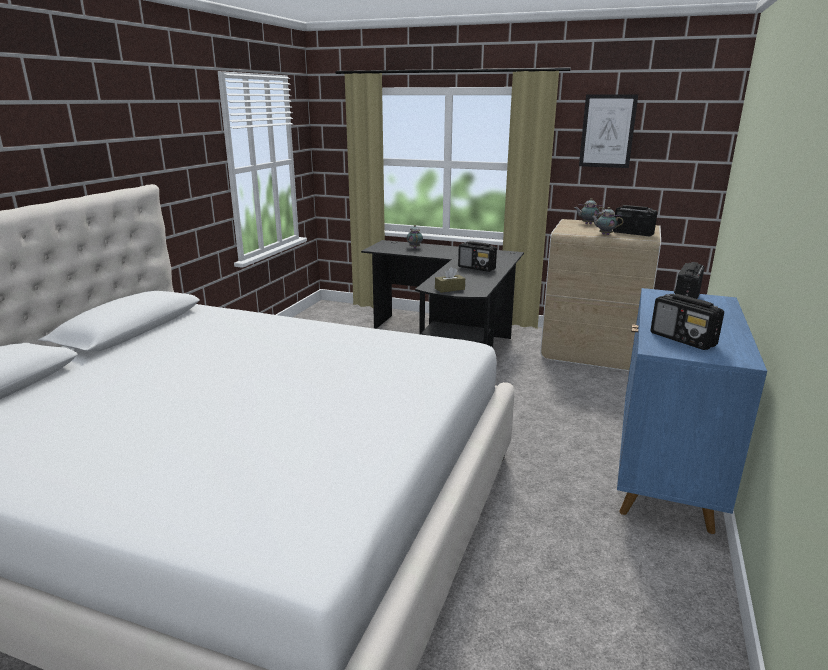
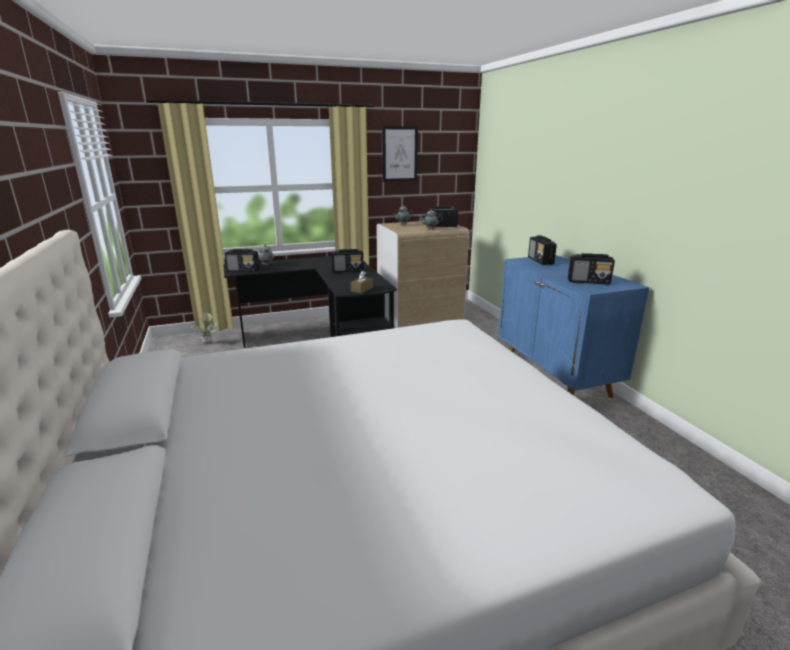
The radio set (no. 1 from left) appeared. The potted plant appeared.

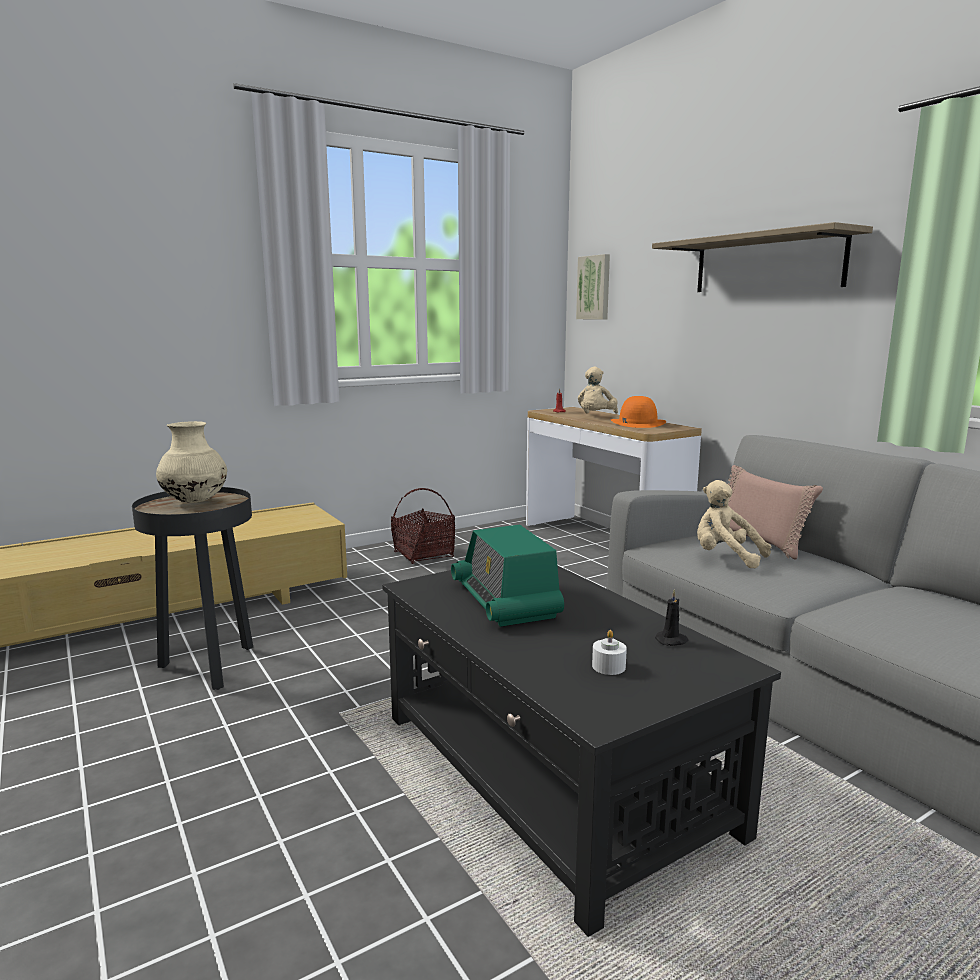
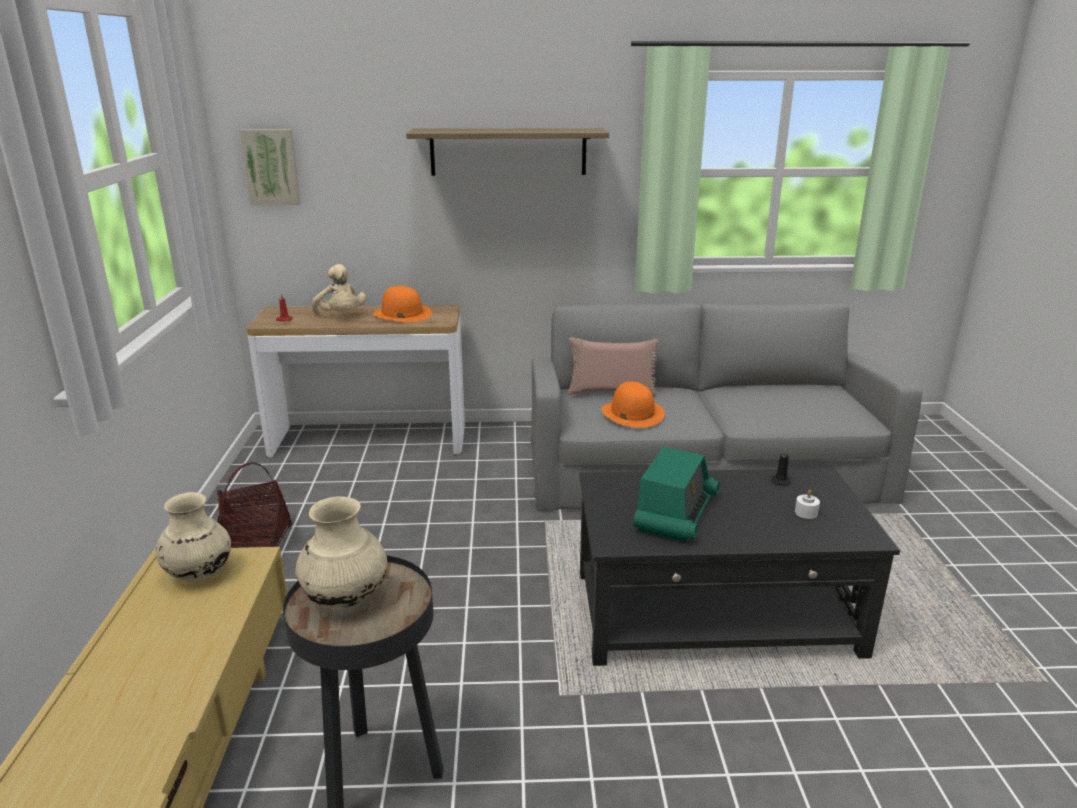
The beige-coloured cuddly toy (no. 2 from left) was replaced by the orange-coloured clothing hat (no. 2 from left). The radio set turned 75 degrees counterclockwise. The beige-coloured flower vase (no. 1 from left) appeared.

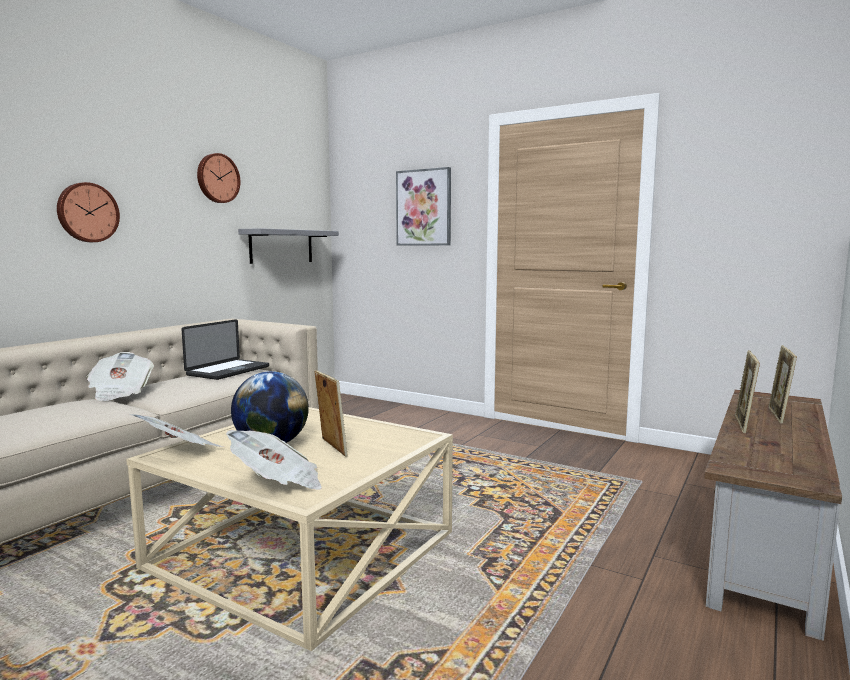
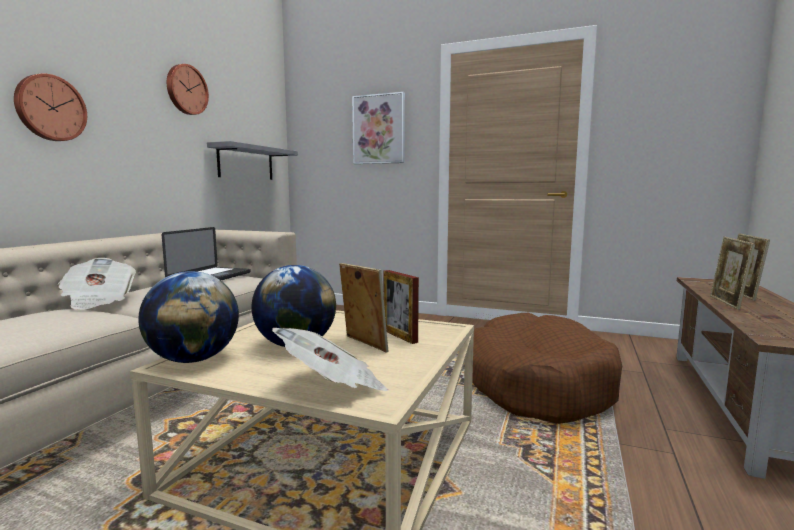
The newspaper (no. 2 from left) was replaced by the desk globe (no. 1 from left). The picture frame (no. 2 from left) appeared. The brown-coloured dog bed appeared.

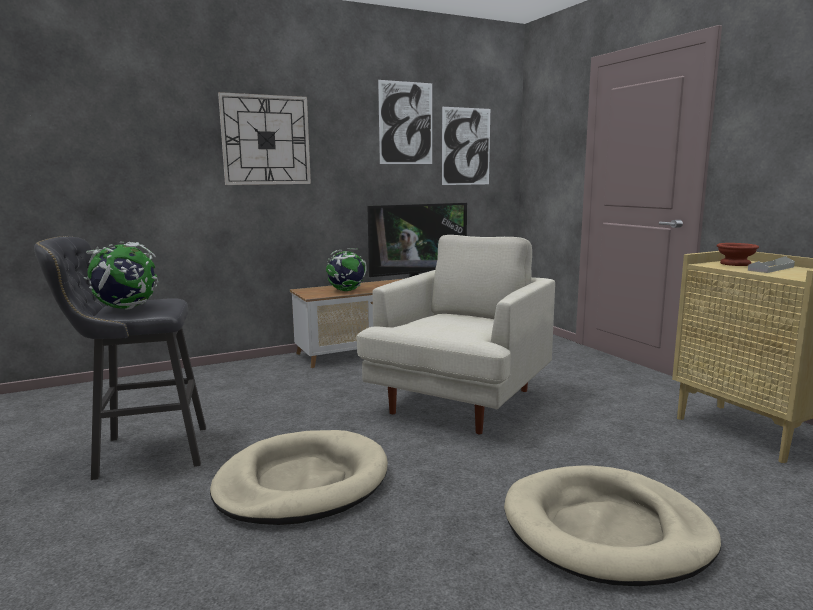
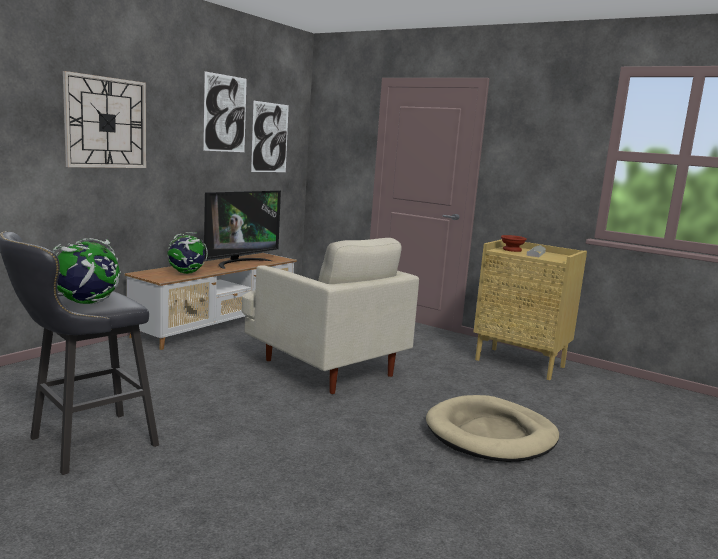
The beige-coloured lounge chair turned 135 degrees clockwise. The beige-coloured dog bed (no. 1 from left) disappeared.

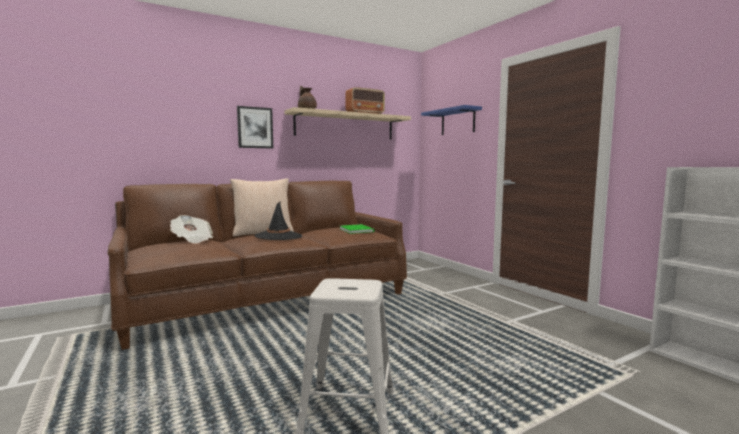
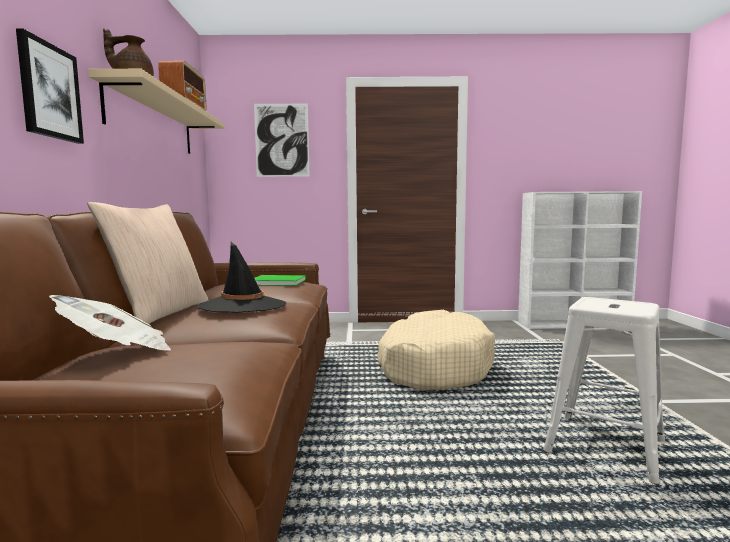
The blue-coloured shelf was replaced by the picture (no. 2 from left). The beige-coloured dog bed appeared.

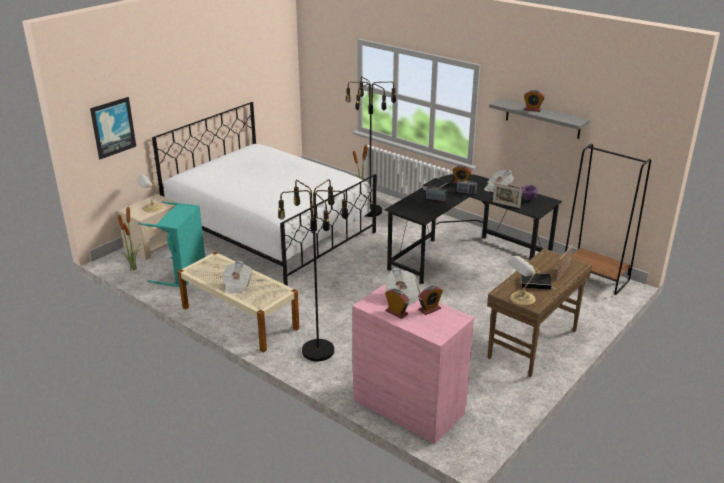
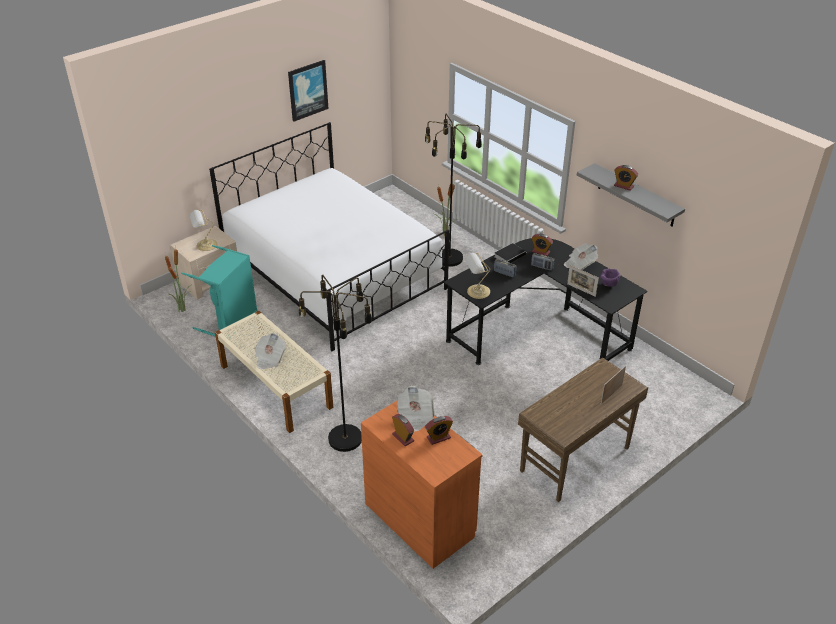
The picture moved. The clothes rack disappeared. The table lamp (no. 2 from left) moved. The bound book (no. 2 from left) disappeared. The pink chest of drawers became the orange-coloured chest of drawers.

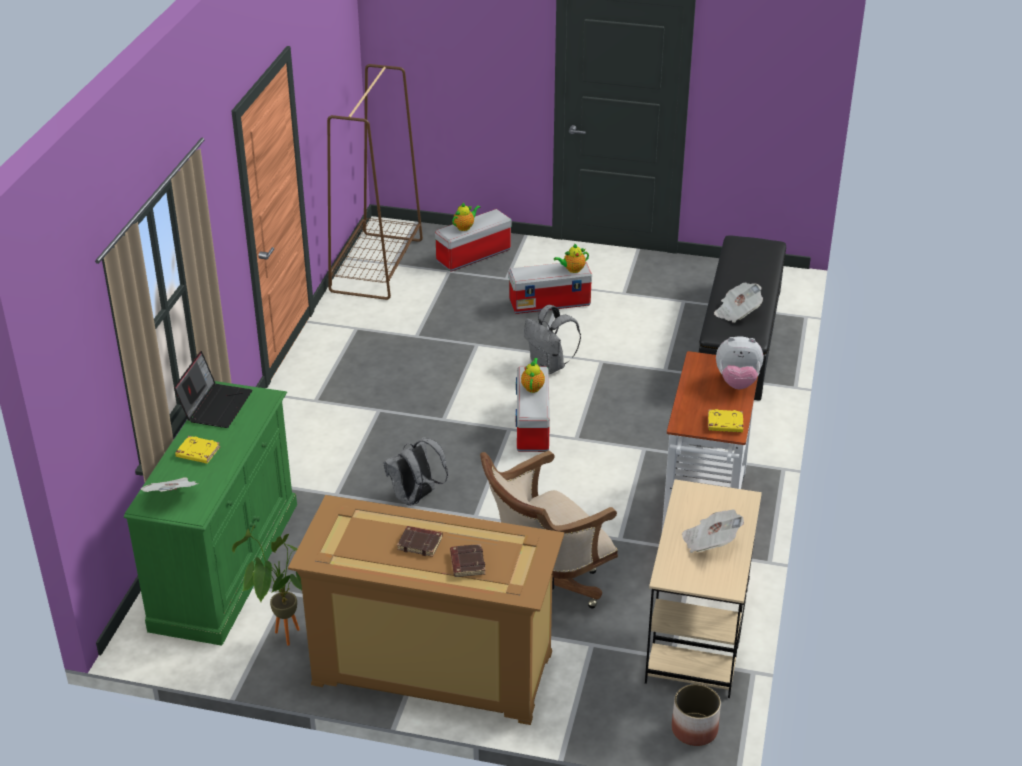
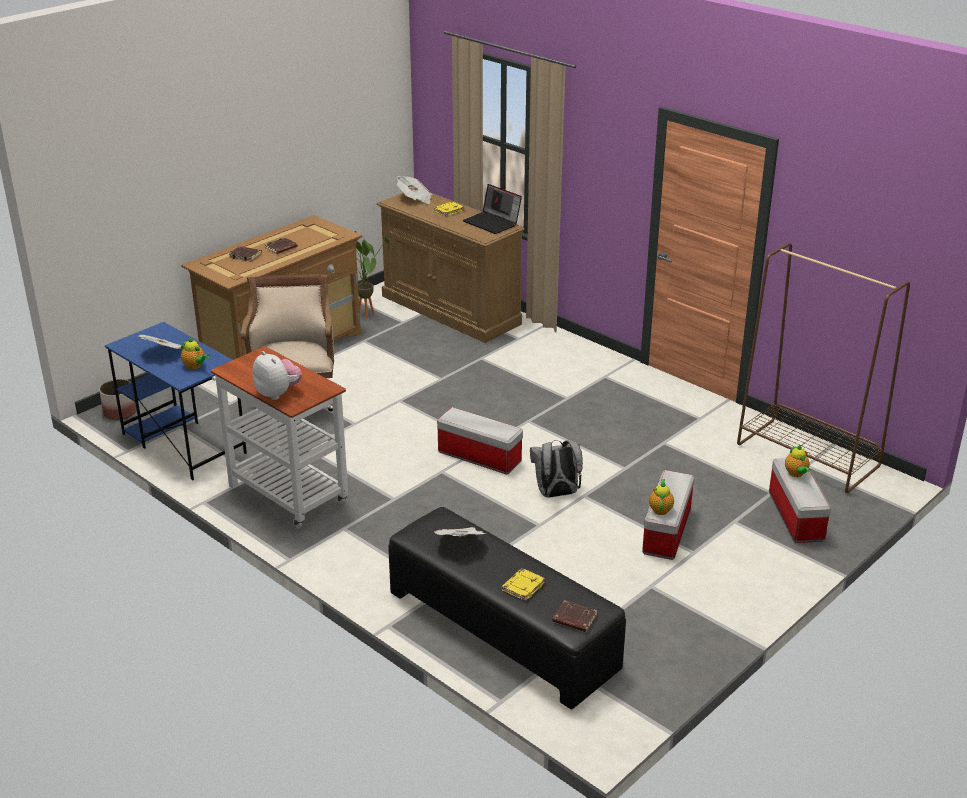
The cuddly toy turned 105 degrees clockwise. The pot for tea (no. 2 from left in the first image) moved. The greenish cabinet became the brown-coloured cabinet. The yellowish bound book (no. 2 from left) moved. The gray rucksack (no. 1 from left) disappeared. The beige-coloured desk table became the blue-coloured desk table. The brown-coloured bound book (no. 3 from left) appeared.

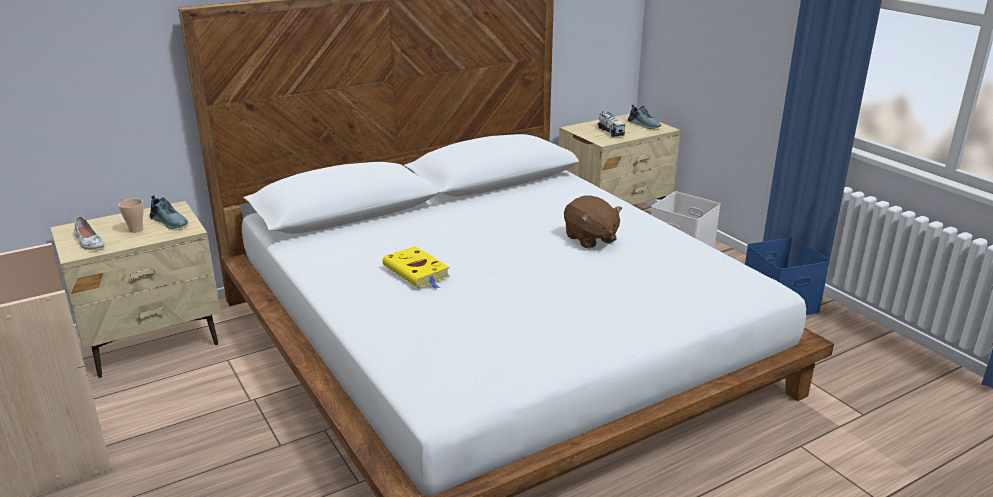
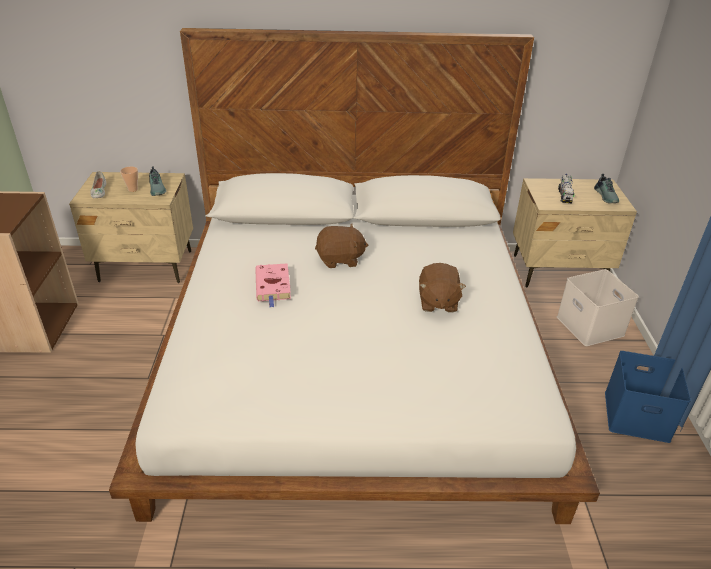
The yellowish bound book became the pink bound book. The brown-coloured cuddly toy (no. 1 from left) appeared.

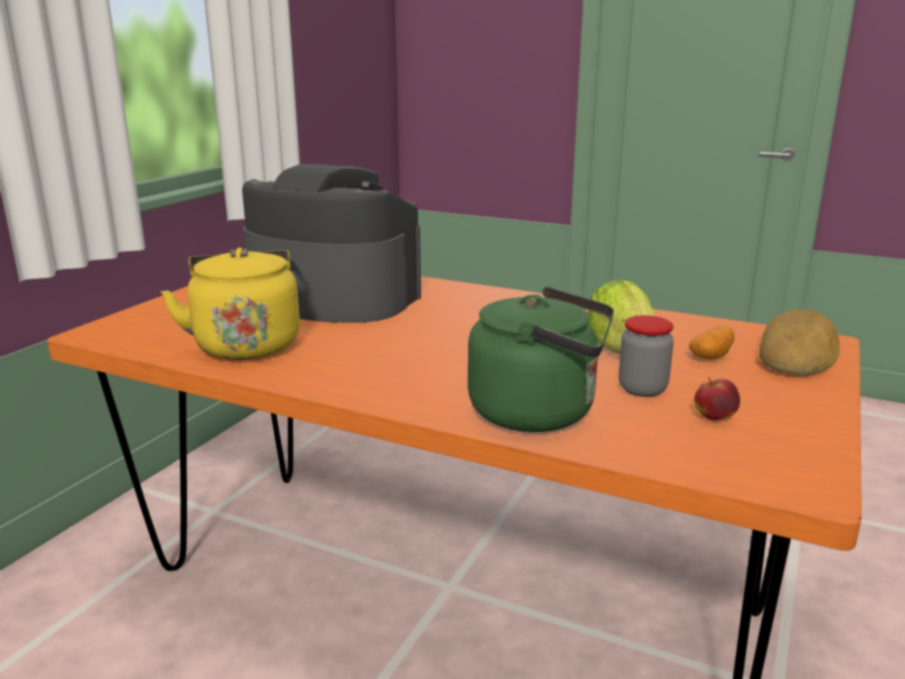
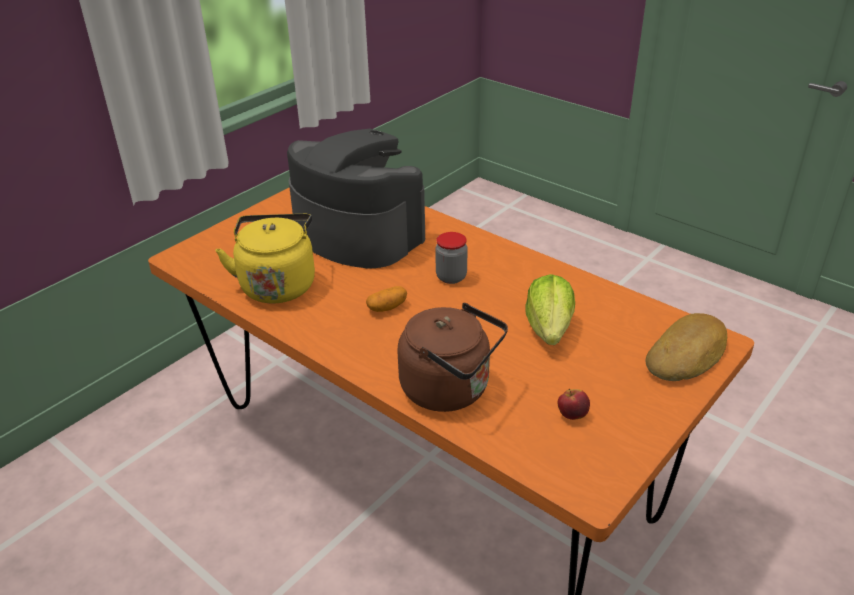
The greenish tea kettle became the brown-coloured tea kettle. The jar moved. The spud moved.

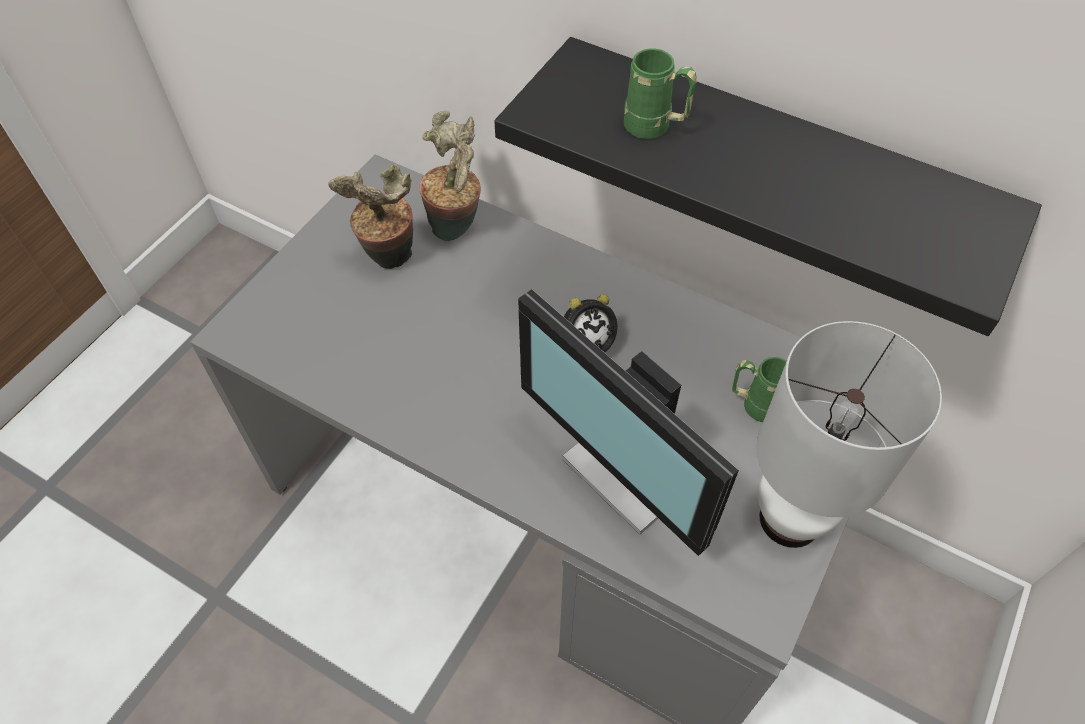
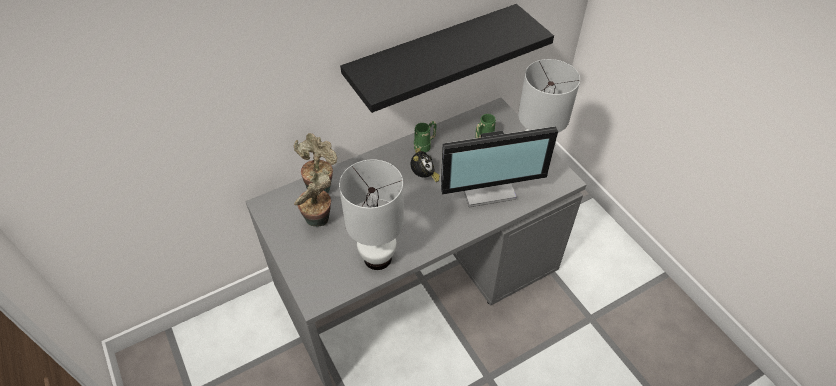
The greenish mug (no. 1 from left) moved. The white-coloured table lamp (no. 1 from left) appeared.

